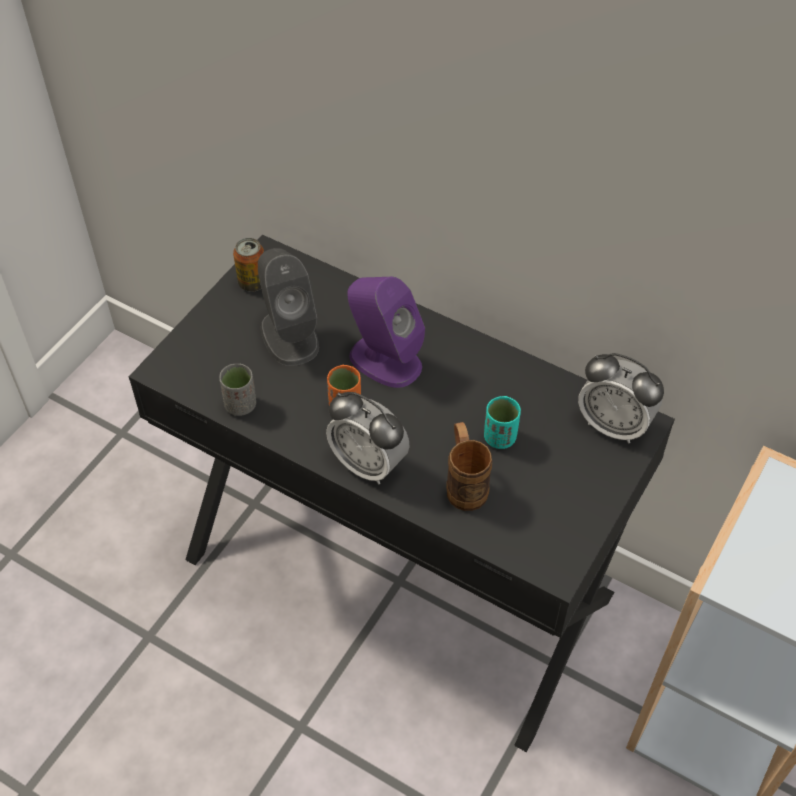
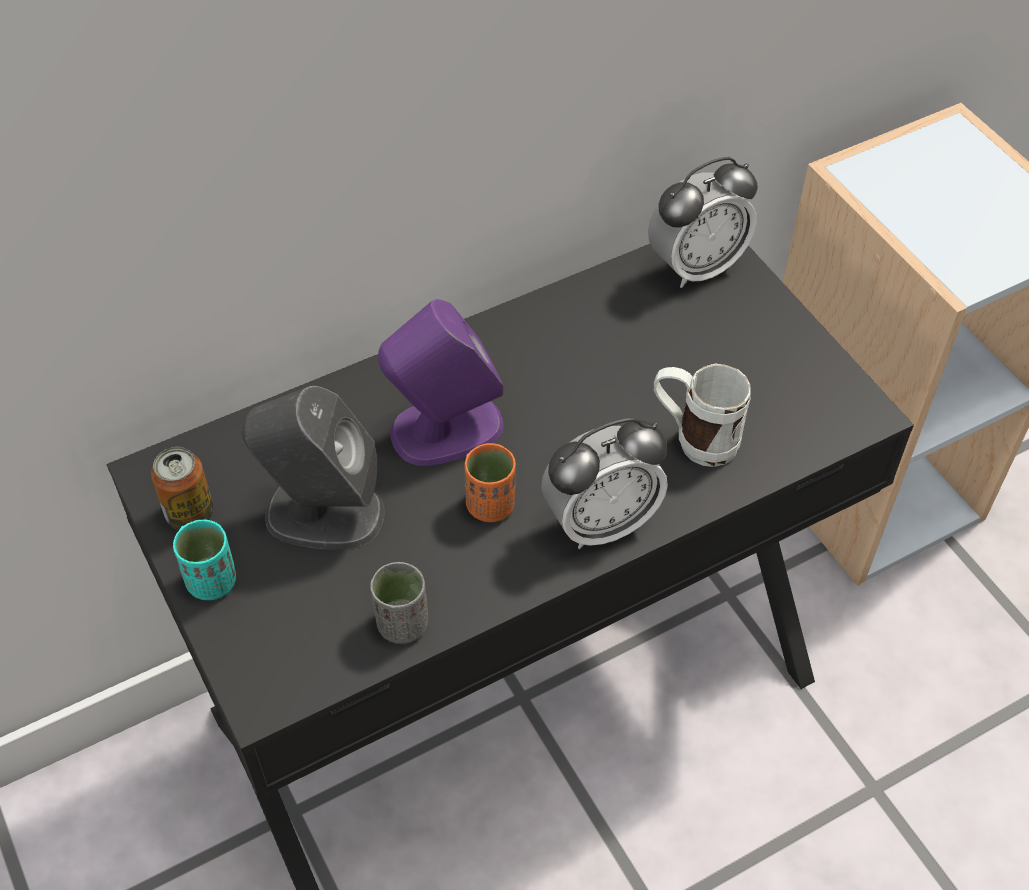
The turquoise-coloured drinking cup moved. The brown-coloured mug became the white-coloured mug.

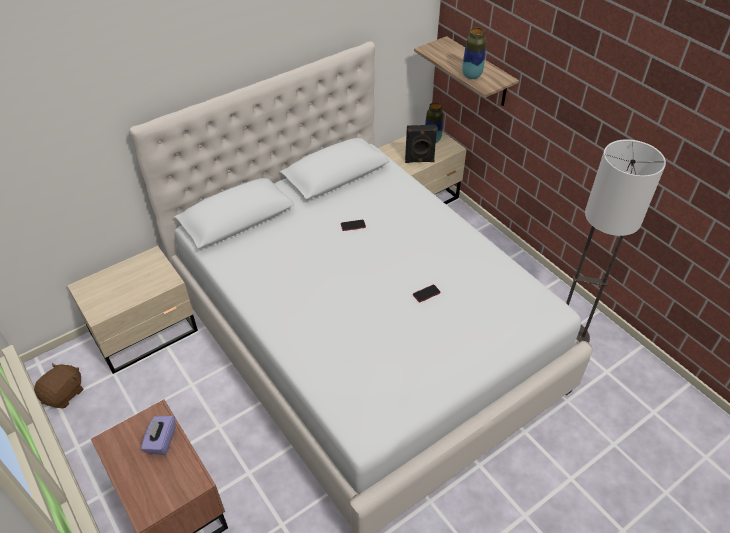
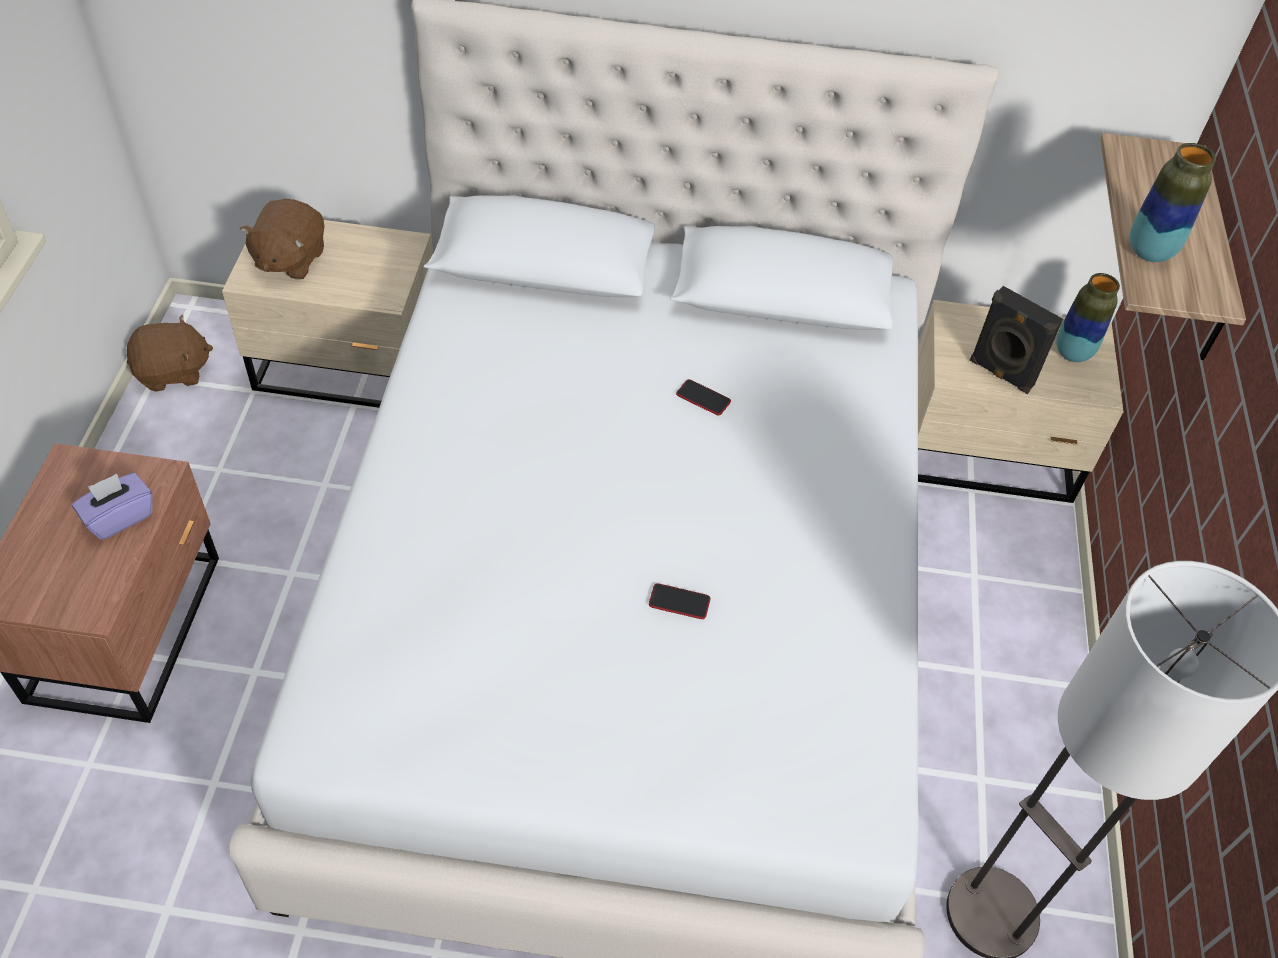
The brown-coloured cuddly toy (no. 2 from left) appeared.

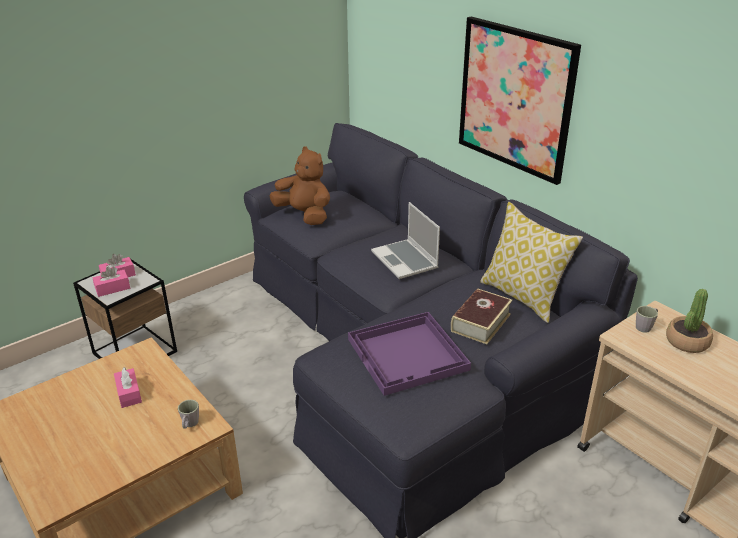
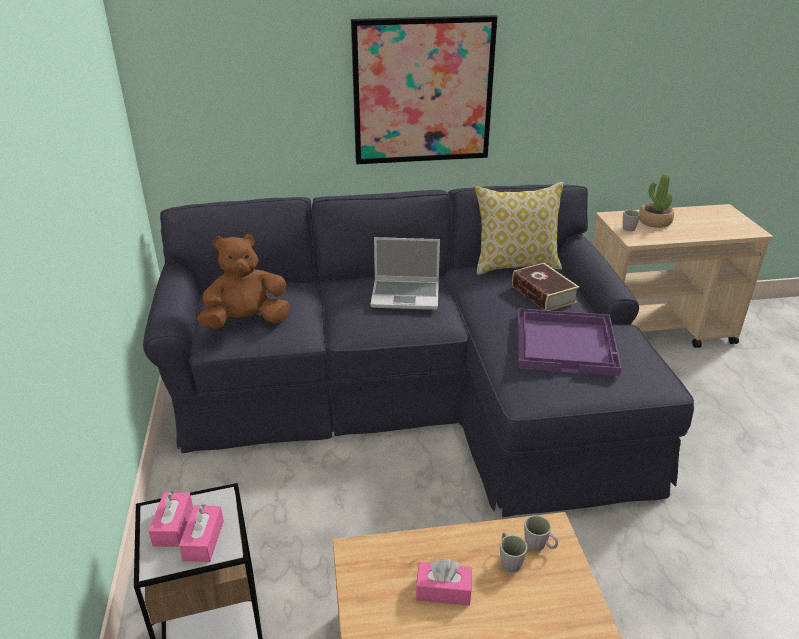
The gray mug (no. 1 from left) appeared.

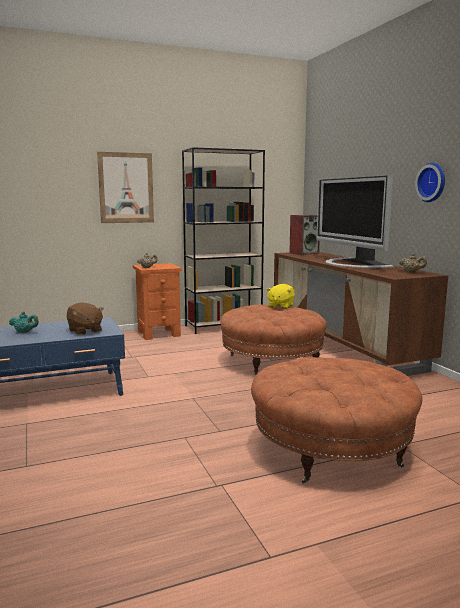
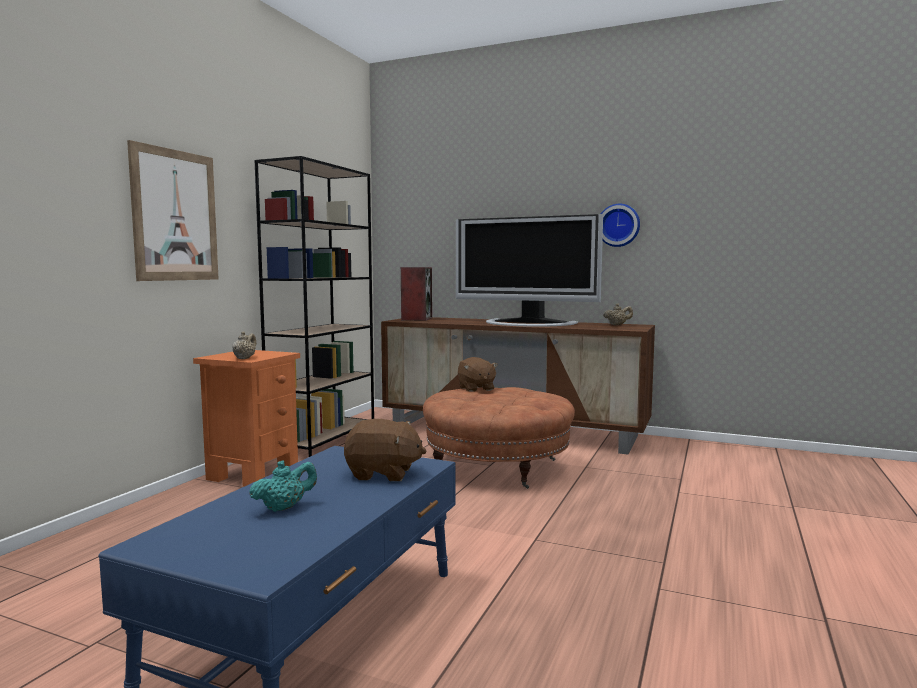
The yellowish cuddly toy became the brown-coloured cuddly toy (no. 2 from left). The brown-coloured pouffe (no. 2 from left) disappeared.

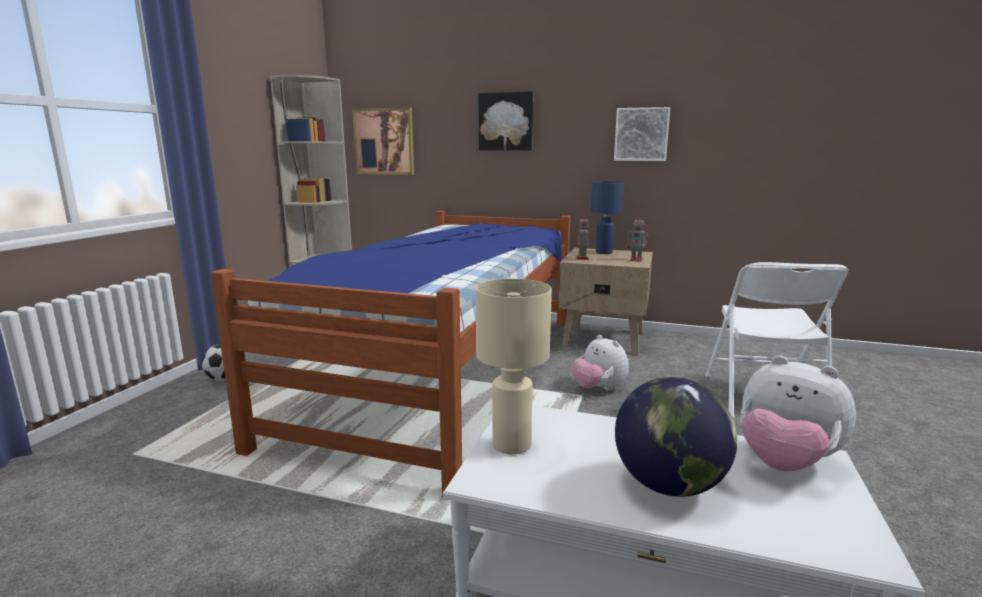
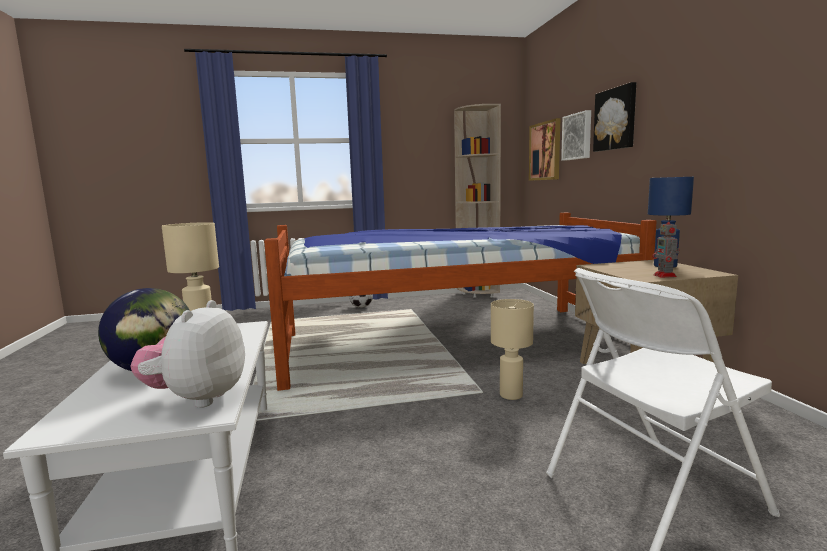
The picture (no. 3 from left in the first image) moved. The robot figure (no. 1 from left) disappeared. The cuddly toy (no. 1 from left) was replaced by the beige-coloured table lamp (no. 2 from left).

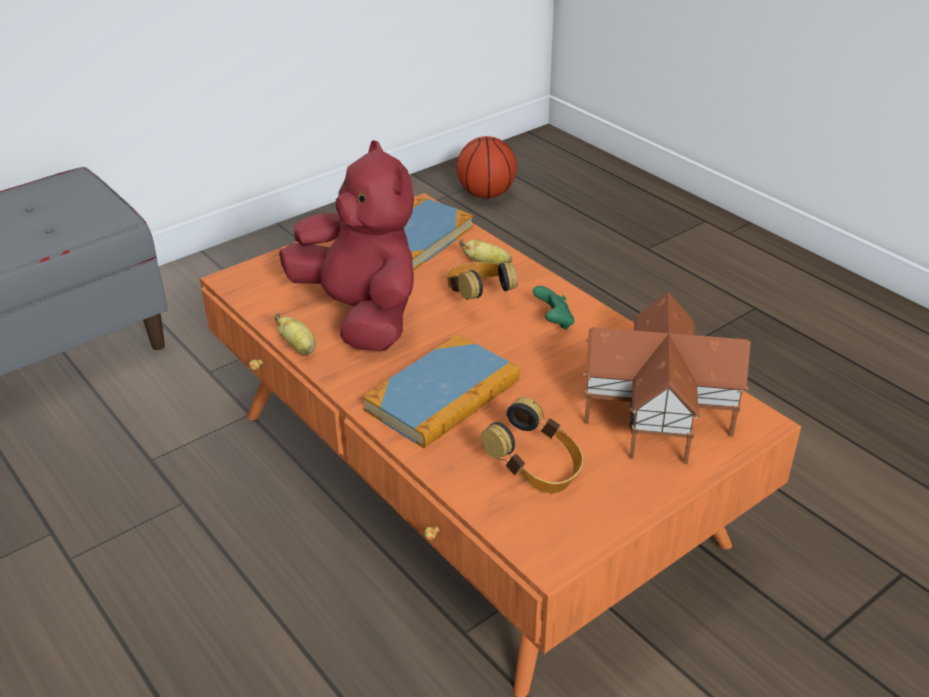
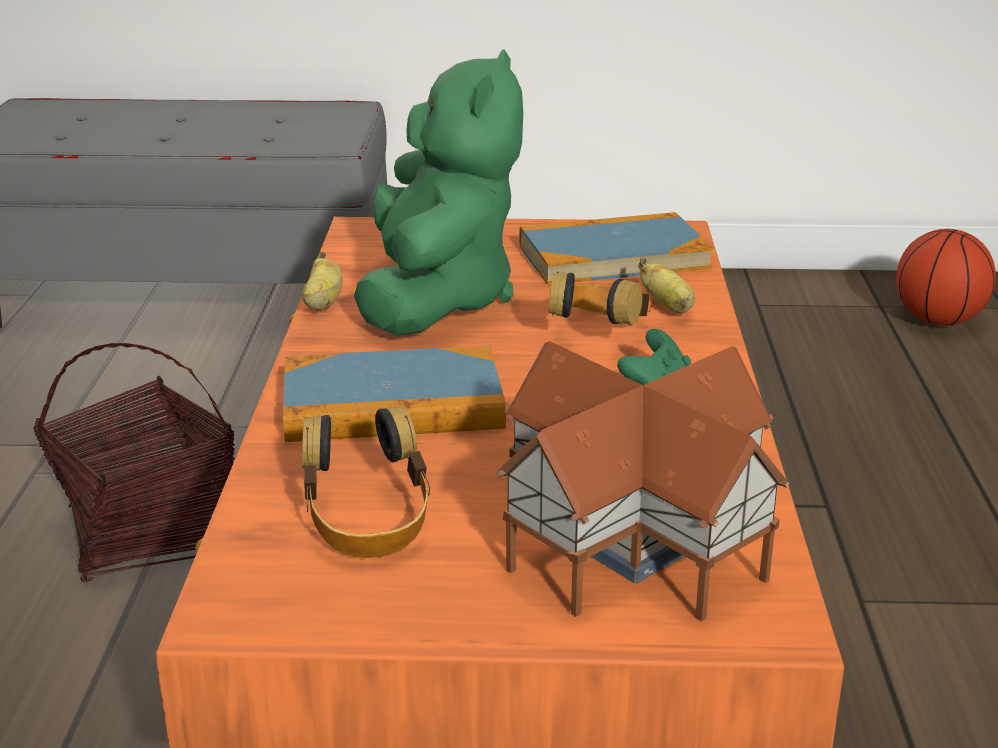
The reddish cuddly toy became the greenish cuddly toy. The basket appeared.

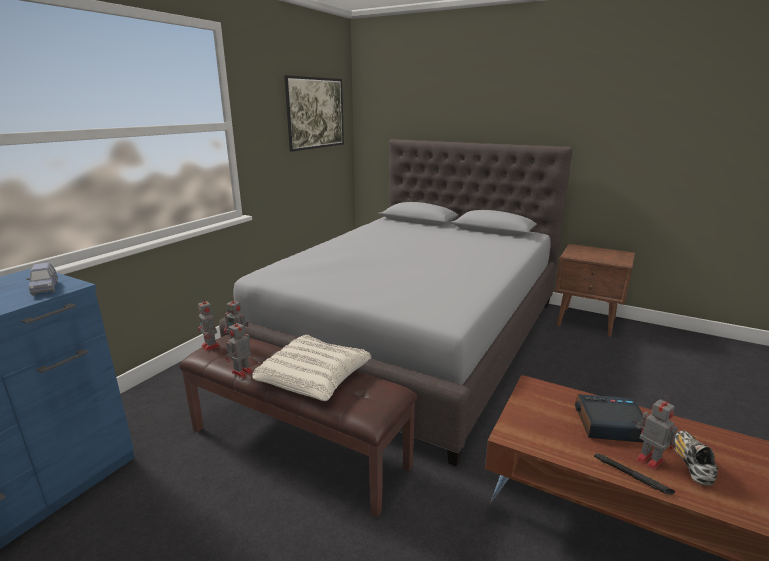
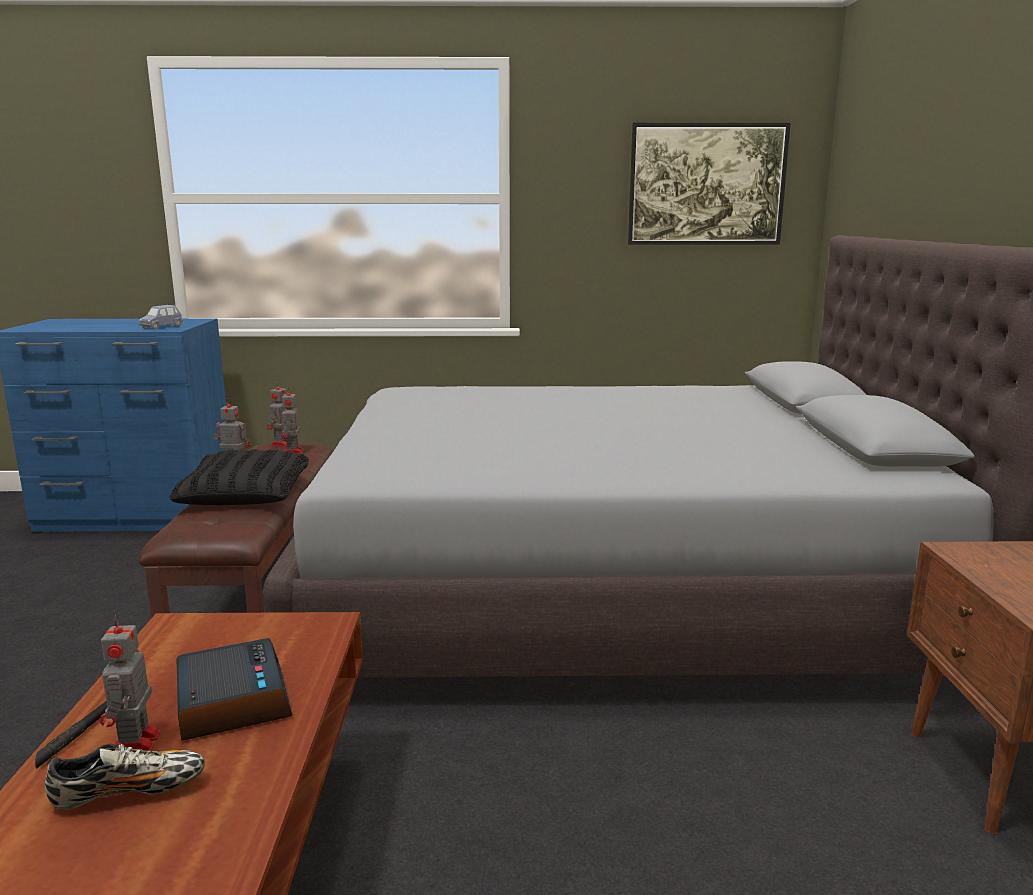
The beige-coloured pillow became the blackish pillow. The robot figure (no. 4 from left in the first image) turned 150 degrees clockwise.

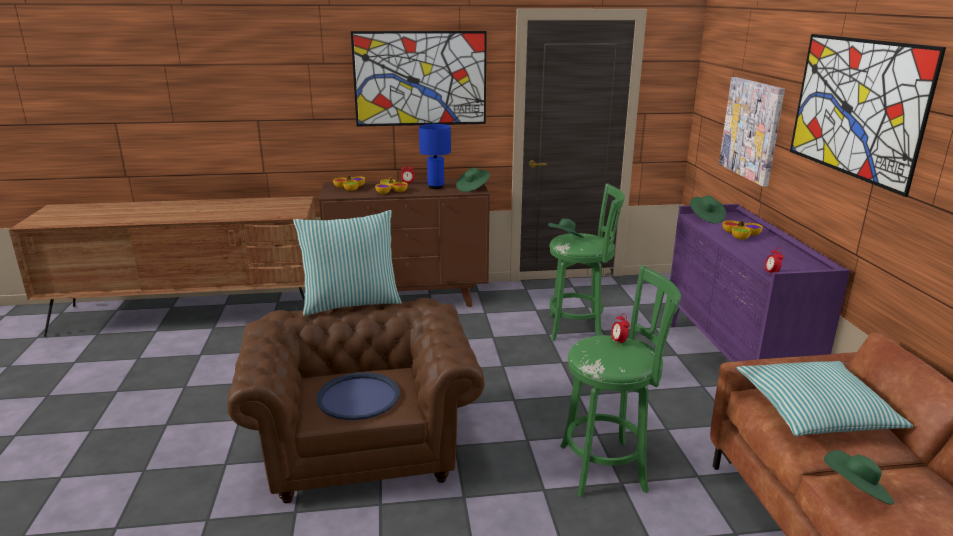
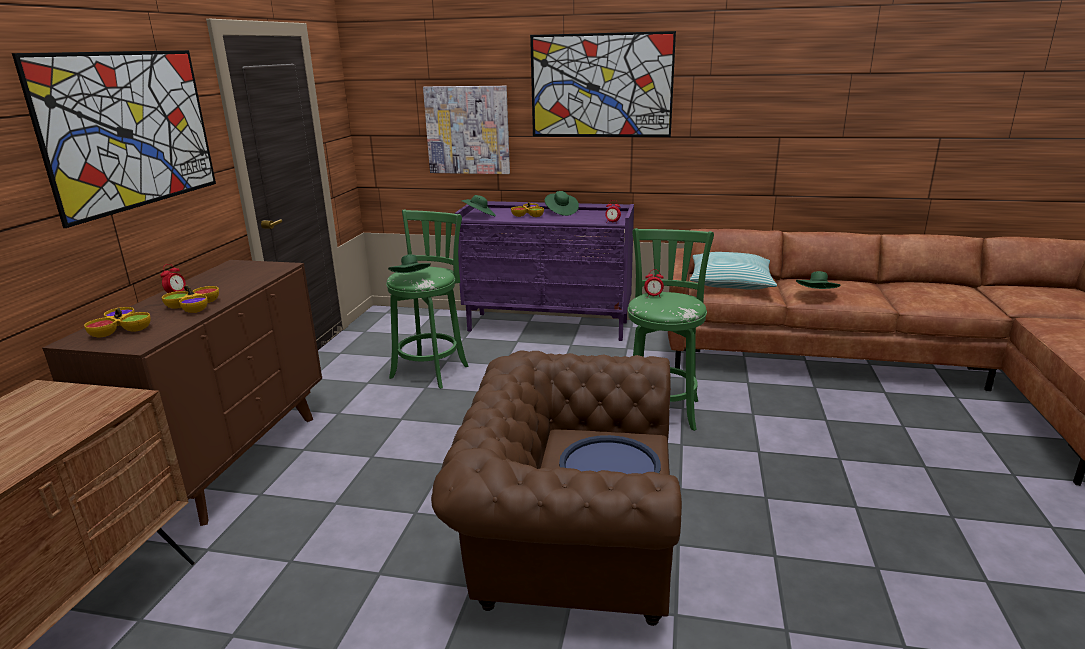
The blue-coloured table lamp disappeared. The greenish clothing hat (no. 1 from left in the first image) moved. The pillow (no. 1 from left) disappeared.

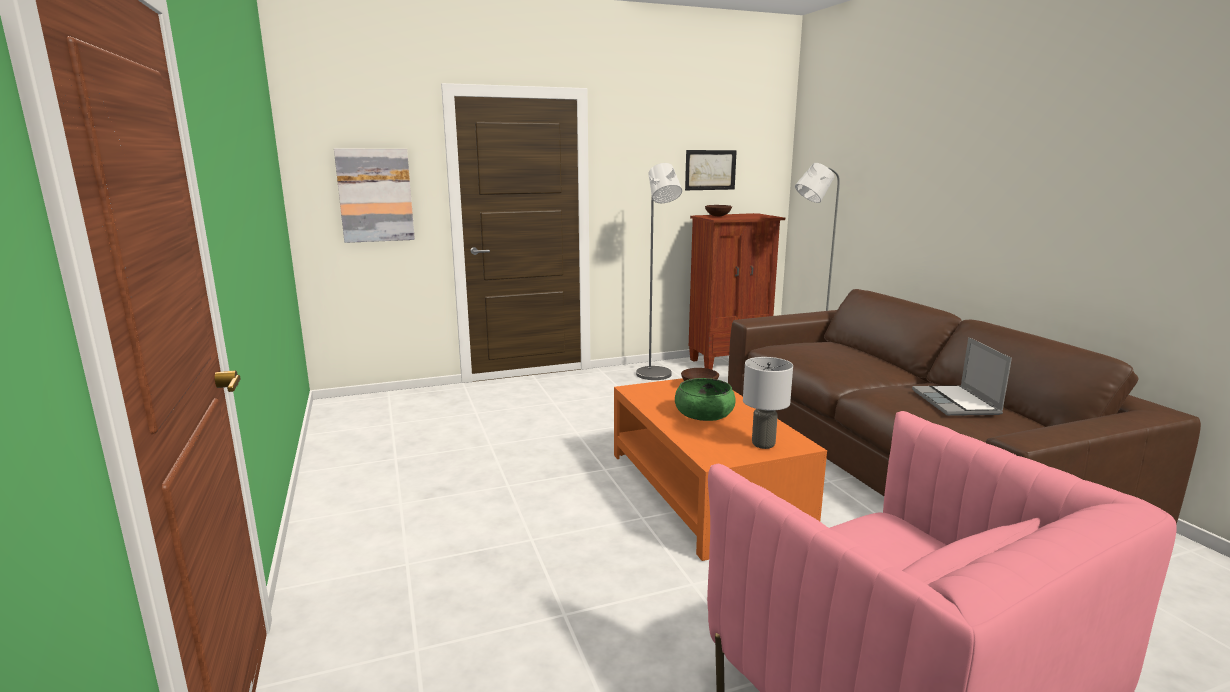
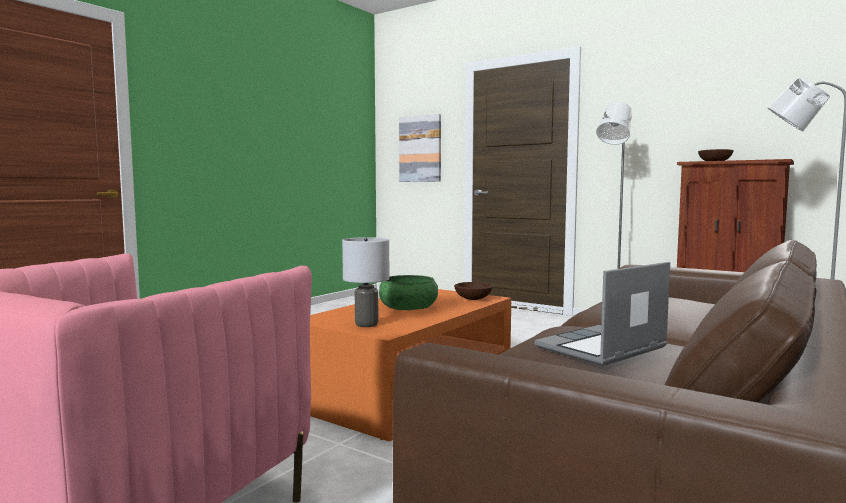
The picture (no. 2 from left) disappeared.

